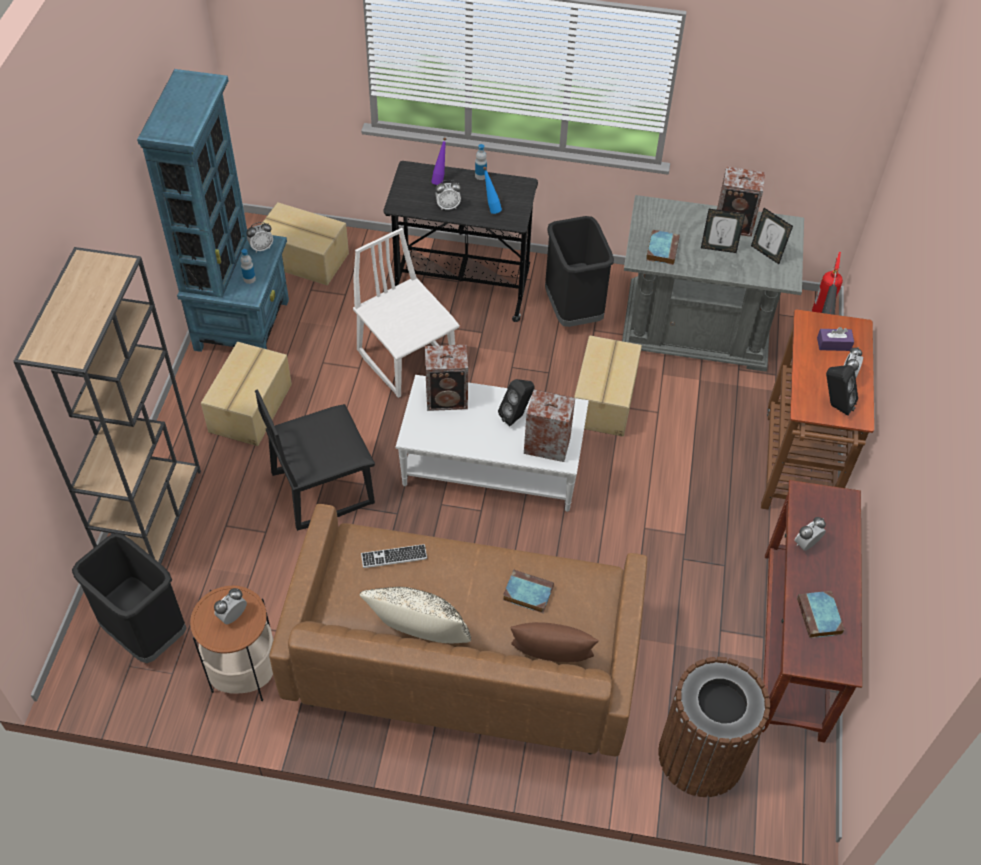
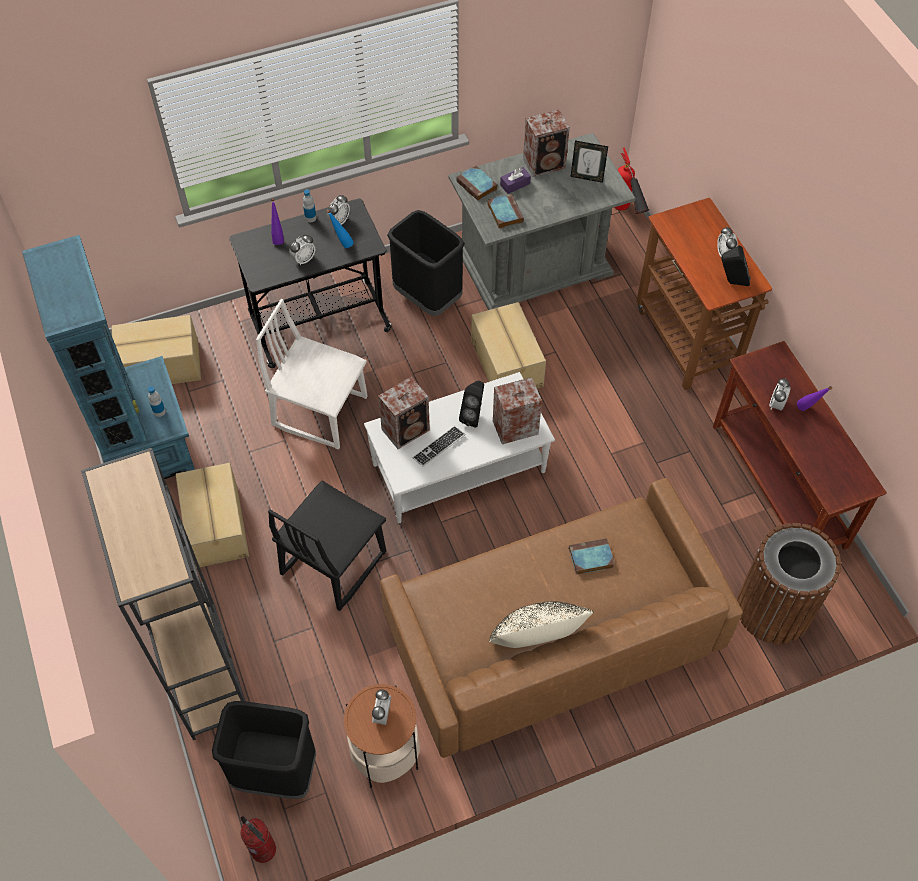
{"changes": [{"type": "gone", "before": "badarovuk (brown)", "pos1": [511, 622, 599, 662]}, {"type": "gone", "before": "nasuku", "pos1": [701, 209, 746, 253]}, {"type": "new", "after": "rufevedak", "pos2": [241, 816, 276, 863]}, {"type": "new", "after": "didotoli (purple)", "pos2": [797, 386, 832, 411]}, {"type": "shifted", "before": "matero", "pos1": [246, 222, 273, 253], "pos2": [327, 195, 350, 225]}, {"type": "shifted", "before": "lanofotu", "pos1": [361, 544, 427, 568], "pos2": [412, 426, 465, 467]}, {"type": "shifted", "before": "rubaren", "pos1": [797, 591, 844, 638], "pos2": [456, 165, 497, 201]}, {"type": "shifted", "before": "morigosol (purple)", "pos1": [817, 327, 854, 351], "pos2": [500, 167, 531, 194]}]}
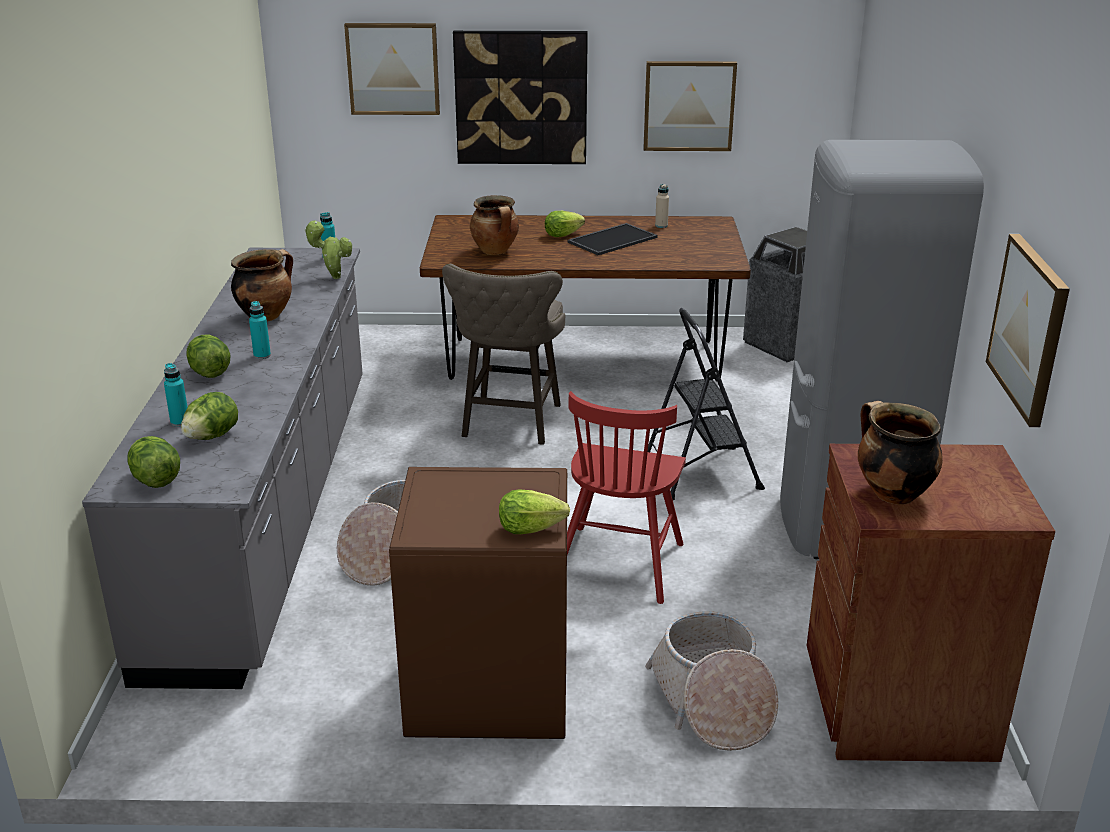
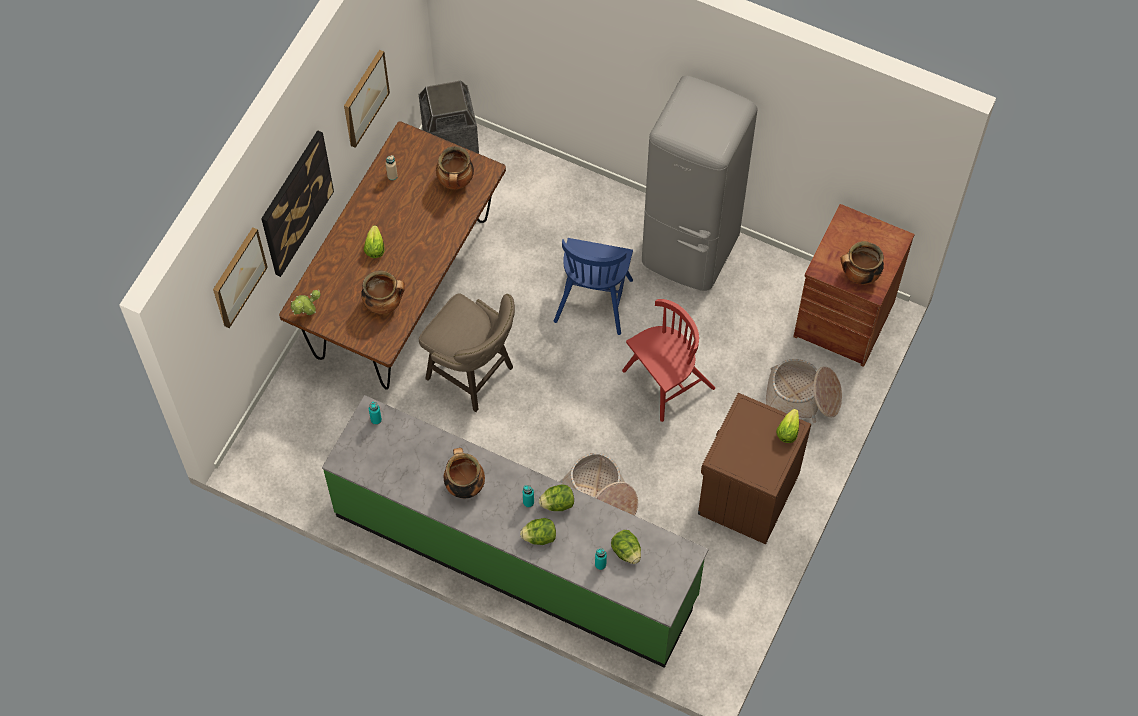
{"changes": [{"type": "gone", "before": "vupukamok", "pos1": [568, 223, 657, 255]}, {"type": "gone", "before": "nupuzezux", "pos1": [986, 234, 1070, 427]}, {"type": "new", "after": "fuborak", "pos2": [436, 146, 474, 190]}, {"type": "shifted", "before": "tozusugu", "pos1": [127, 436, 180, 488], "pos2": [539, 484, 574, 511]}, {"type": "shifted", "before": "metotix", "pos1": [304, 220, 352, 279], "pos2": [291, 290, 321, 315]}, {"type": "swapped", "before": "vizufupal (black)", "after": "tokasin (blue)", "pos1": [648, 308, 765, 500], "pos2": [554, 238, 633, 335]}, {"type": "repainted", "before": "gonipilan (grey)", "after": "gonipilan (green)", "pos1": [82, 248, 363, 689], "pos2": [322, 395, 709, 668]}, {"type": "rotated", "before": "tokasin (red)", "pos1": [567, 391, 686, 604], "pos2": [622, 299, 715, 422], "turn": -75}]}
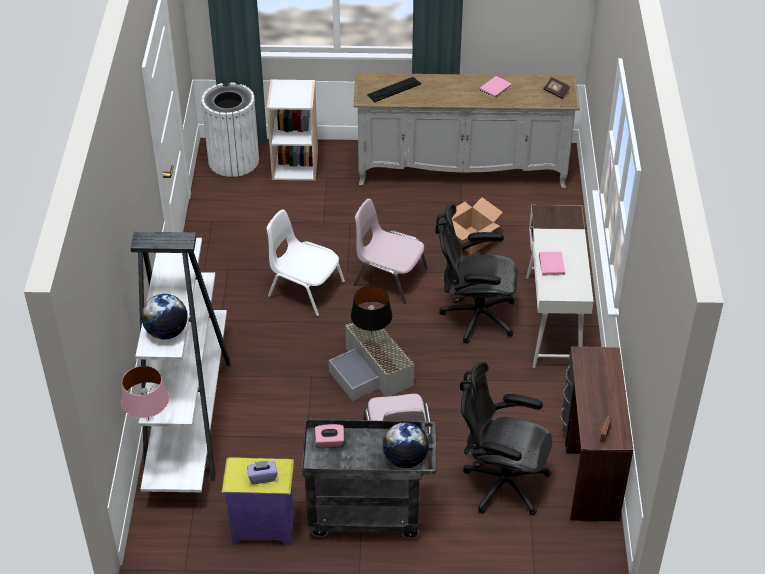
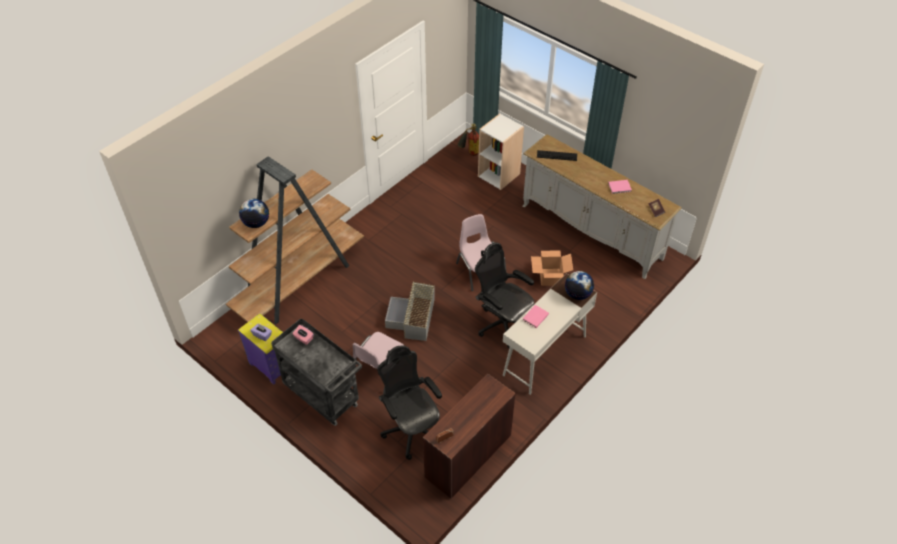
{"changes": [{"type": "gone", "before": "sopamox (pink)", "pos1": [121, 366, 169, 420]}, {"type": "gone", "before": "tokasin (white)", "pos1": [267, 210, 345, 317]}, {"type": "gone", "before": "sopamox (black)", "pos1": [351, 286, 392, 335]}, {"type": "shifted", "before": "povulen", "pos1": [383, 422, 429, 468], "pos2": [565, 271, 594, 300]}, {"type": "swapped", "before": "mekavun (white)", "after": "rufevedak", "pos1": [201, 82, 259, 177], "pos2": [457, 123, 479, 156]}, {"type": "repainted", "before": "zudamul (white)", "after": "zudamul (brown)", "pos1": [131, 232, 231, 492], "pos2": [226, 156, 364, 324]}]}
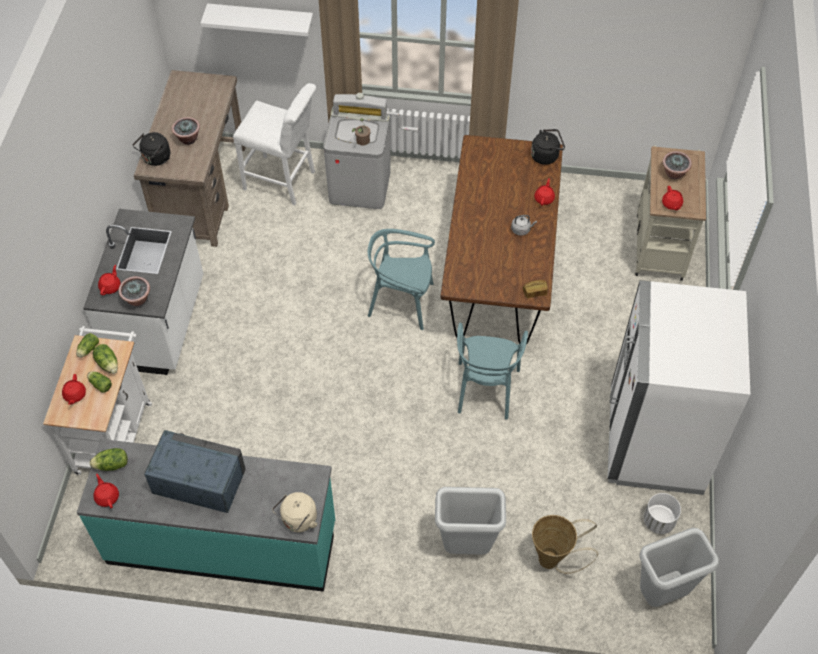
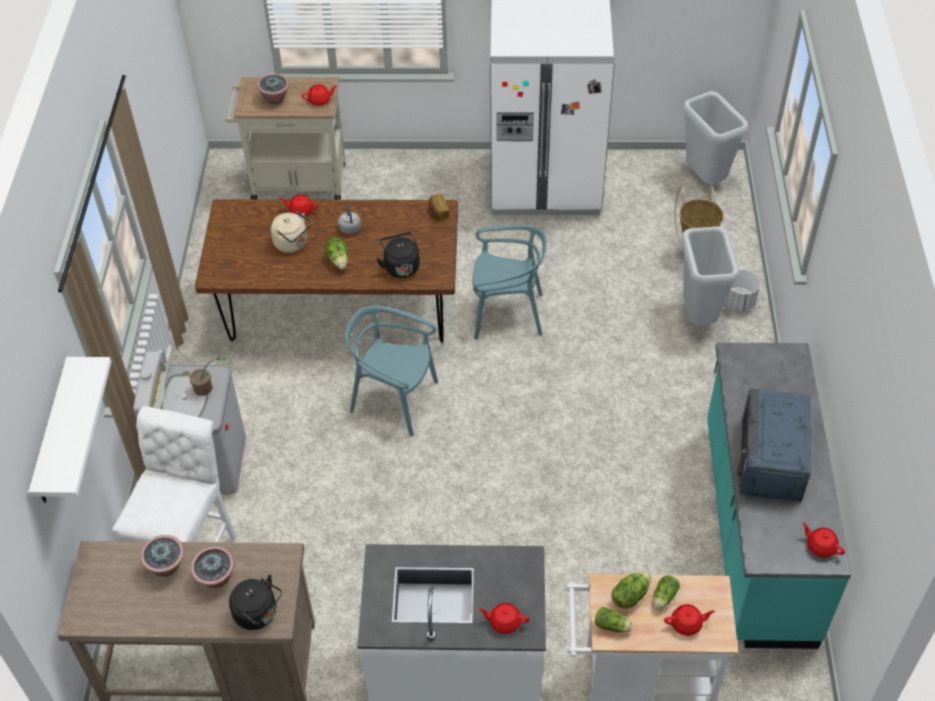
{"changes": [{"type": "shifted", "before": "tozusugu", "pos1": [89, 448, 128, 471], "pos2": [325, 237, 348, 269]}, {"type": "shifted", "before": "metotix", "pos1": [118, 276, 150, 306], "pos2": [140, 535, 184, 577]}, {"type": "shifted", "before": "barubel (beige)", "pos1": [272, 492, 318, 532], "pos2": [271, 212, 312, 253]}, {"type": "shifted", "before": "barubel (black)", "pos1": [531, 129, 565, 165], "pos2": [376, 232, 420, 278]}, {"type": "shifted", "before": "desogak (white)", "pos1": [644, 493, 681, 534], "pos2": [725, 269, 761, 312]}, {"type": "rotated", "before": "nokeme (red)", "pos1": [93, 474, 119, 508], "pos2": [802, 522, 845, 558], "turn": 75}, {"type": "rotated", "before": "tokasin (turquoise)", "pos1": [368, 229, 435, 330], "pos2": [346, 306, 438, 436], "turn": 105}]}
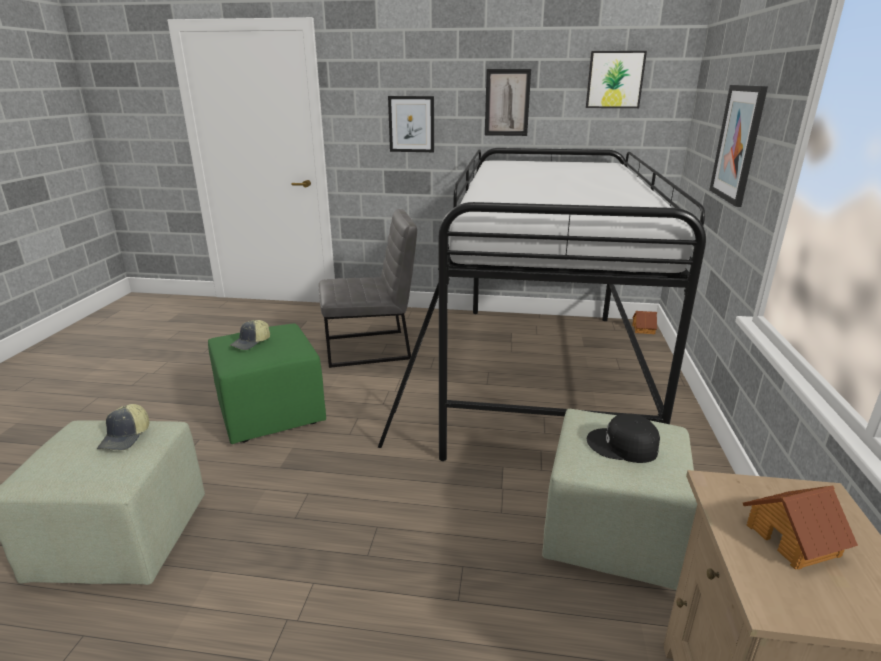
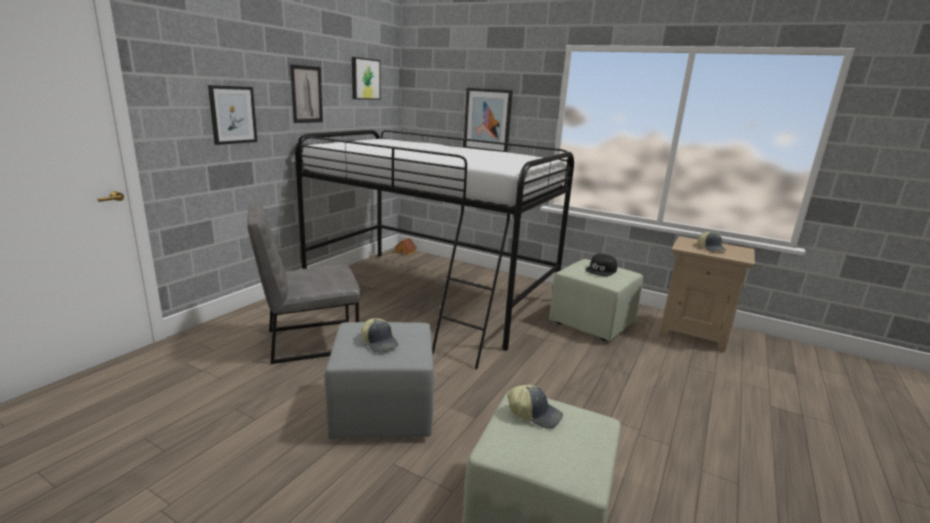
{"changes": [{"type": "swapped", "before": "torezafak", "after": "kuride", "pos1": [743, 485, 858, 570], "pos2": [698, 231, 727, 252]}, {"type": "repainted", "before": "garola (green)", "after": "garola (grey)", "pos1": [208, 323, 326, 444], "pos2": [325, 322, 434, 439]}, {"type": "rotated", "before": "tokasin (grey)", "pos1": [319, 209, 417, 368], "pos2": [247, 203, 361, 364], "turn": -120}]}
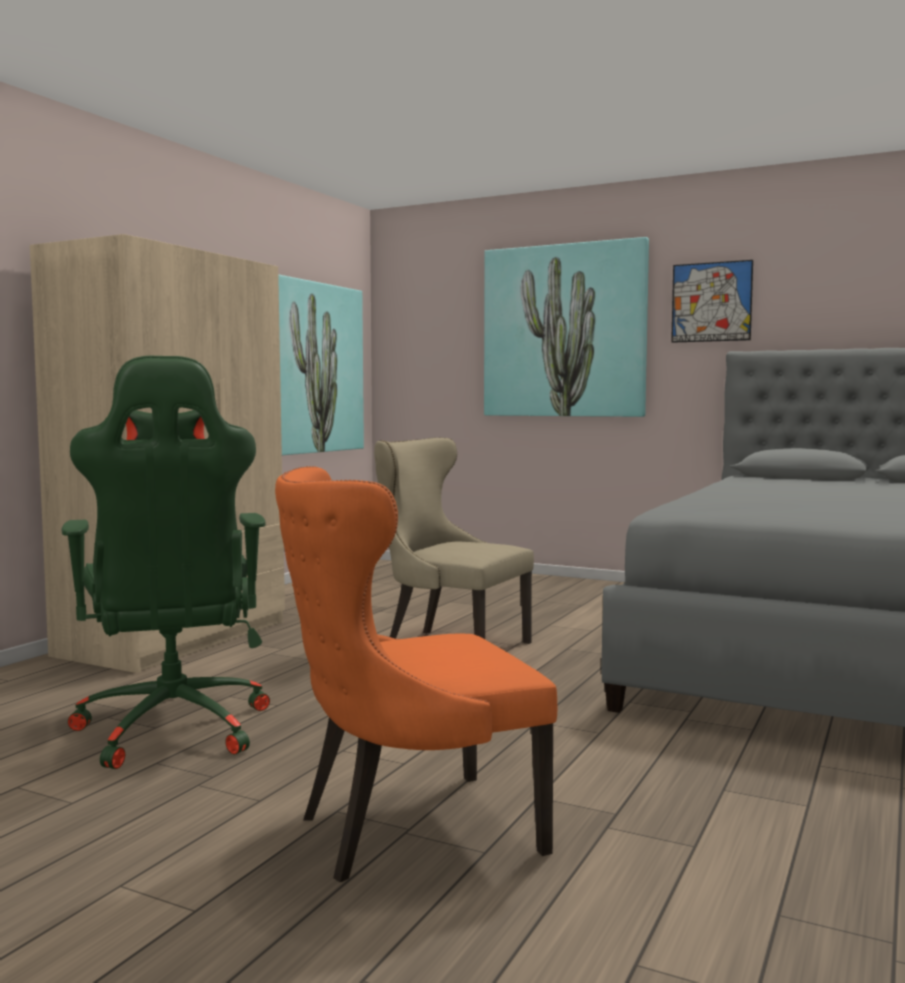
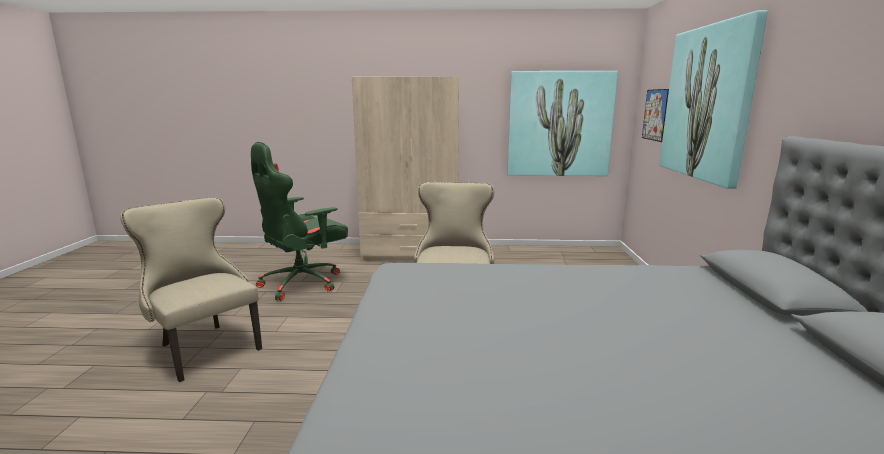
{"changes": [{"type": "shifted", "before": "nupuzezux", "pos1": [671, 260, 753, 343], "pos2": [642, 89, 669, 142]}, {"type": "repainted", "before": "tokasin (orange)", "after": "tokasin (beige)", "pos1": [275, 466, 557, 882], "pos2": [120, 197, 262, 382]}]}
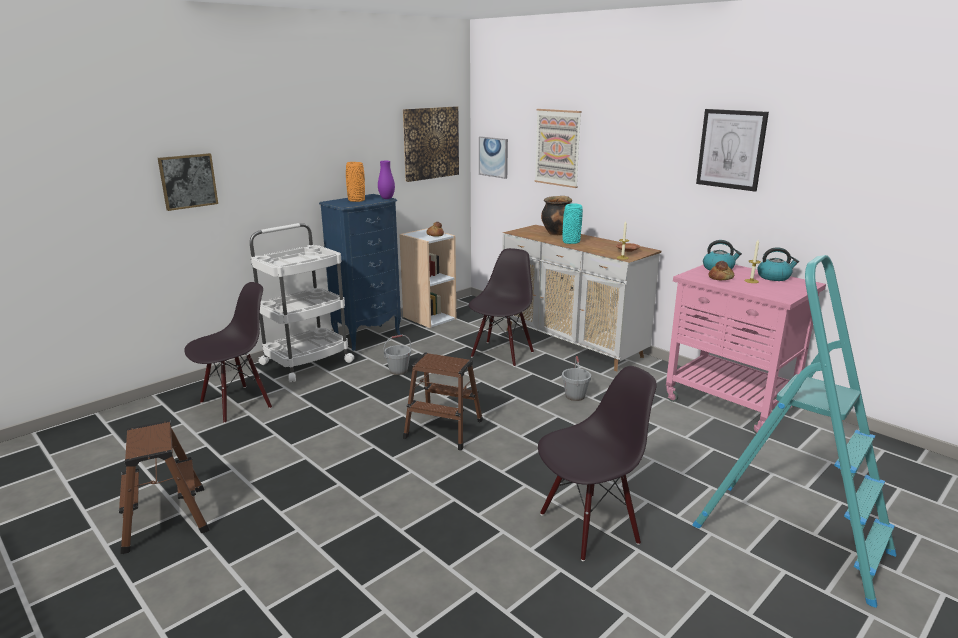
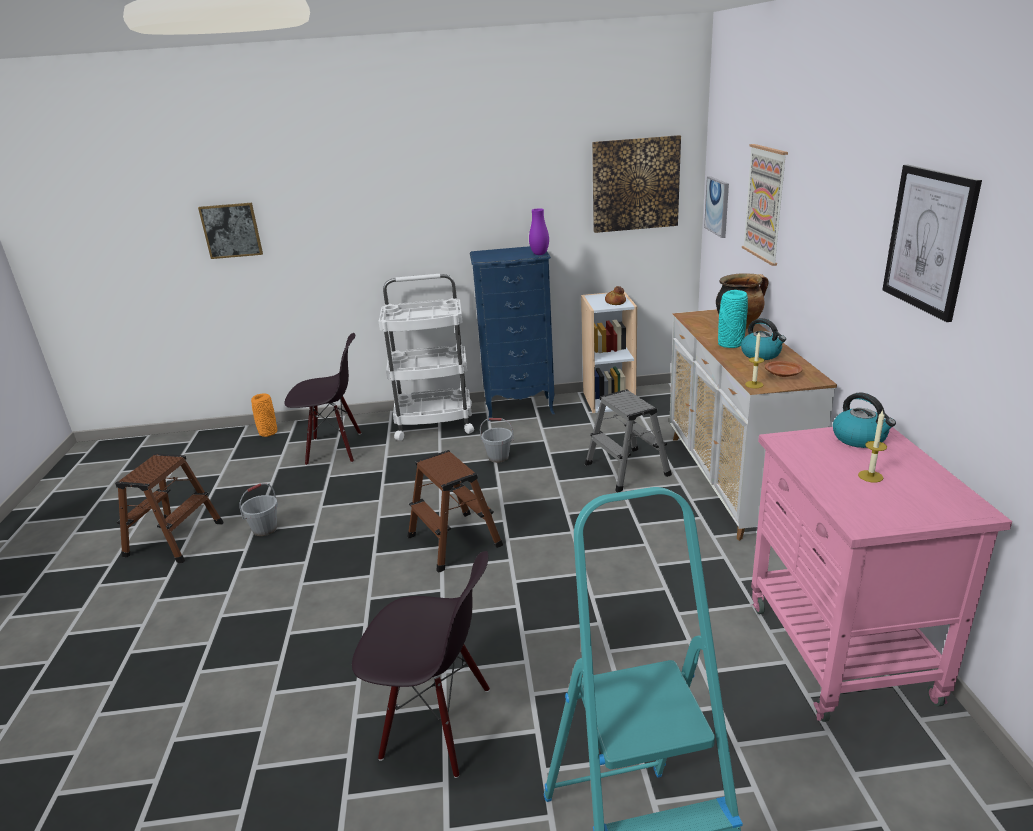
{"changes": [{"type": "gone", "before": "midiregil", "pos1": [709, 261, 734, 280]}, {"type": "shifted", "before": "nupuzezux", "pos1": [158, 153, 218, 211], "pos2": [198, 203, 263, 259]}, {"type": "shifted", "before": "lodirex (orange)", "pos1": [346, 162, 365, 202], "pos2": [251, 393, 277, 437]}, {"type": "shifted", "before": "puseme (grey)", "pos1": [562, 356, 591, 401], "pos2": [239, 483, 278, 536]}, {"type": "shifted", "before": "barubel", "pos1": [757, 247, 799, 281], "pos2": [741, 318, 786, 360]}, {"type": "swapped", "before": "tokasin (black)", "after": "vizufupal (grey)", "pos1": [469, 248, 534, 367], "pos2": [585, 389, 672, 493]}]}
